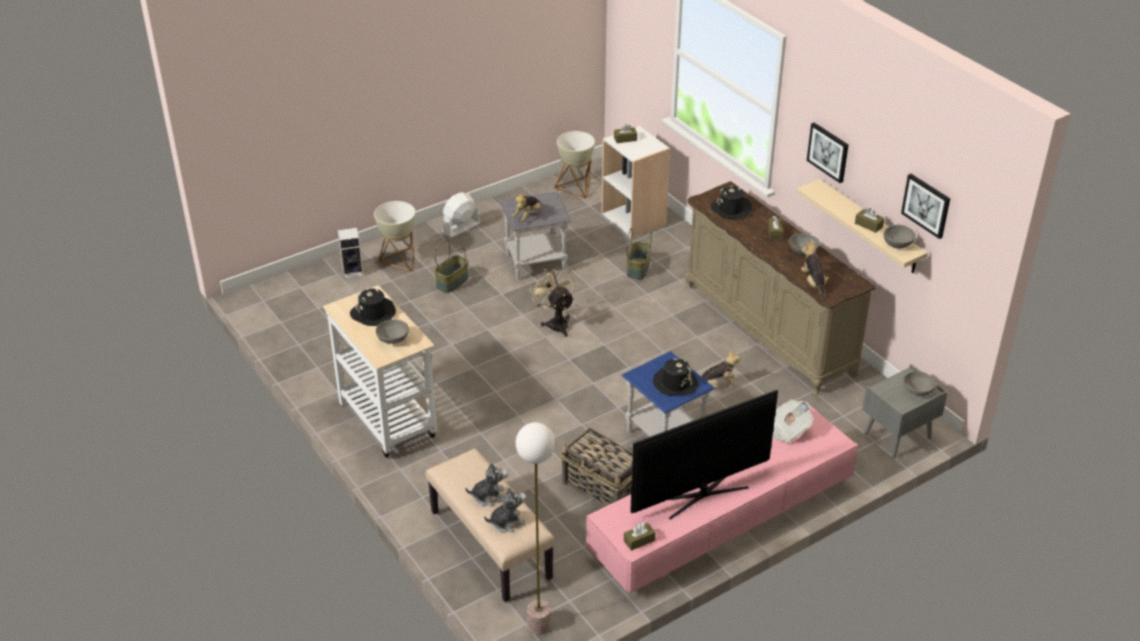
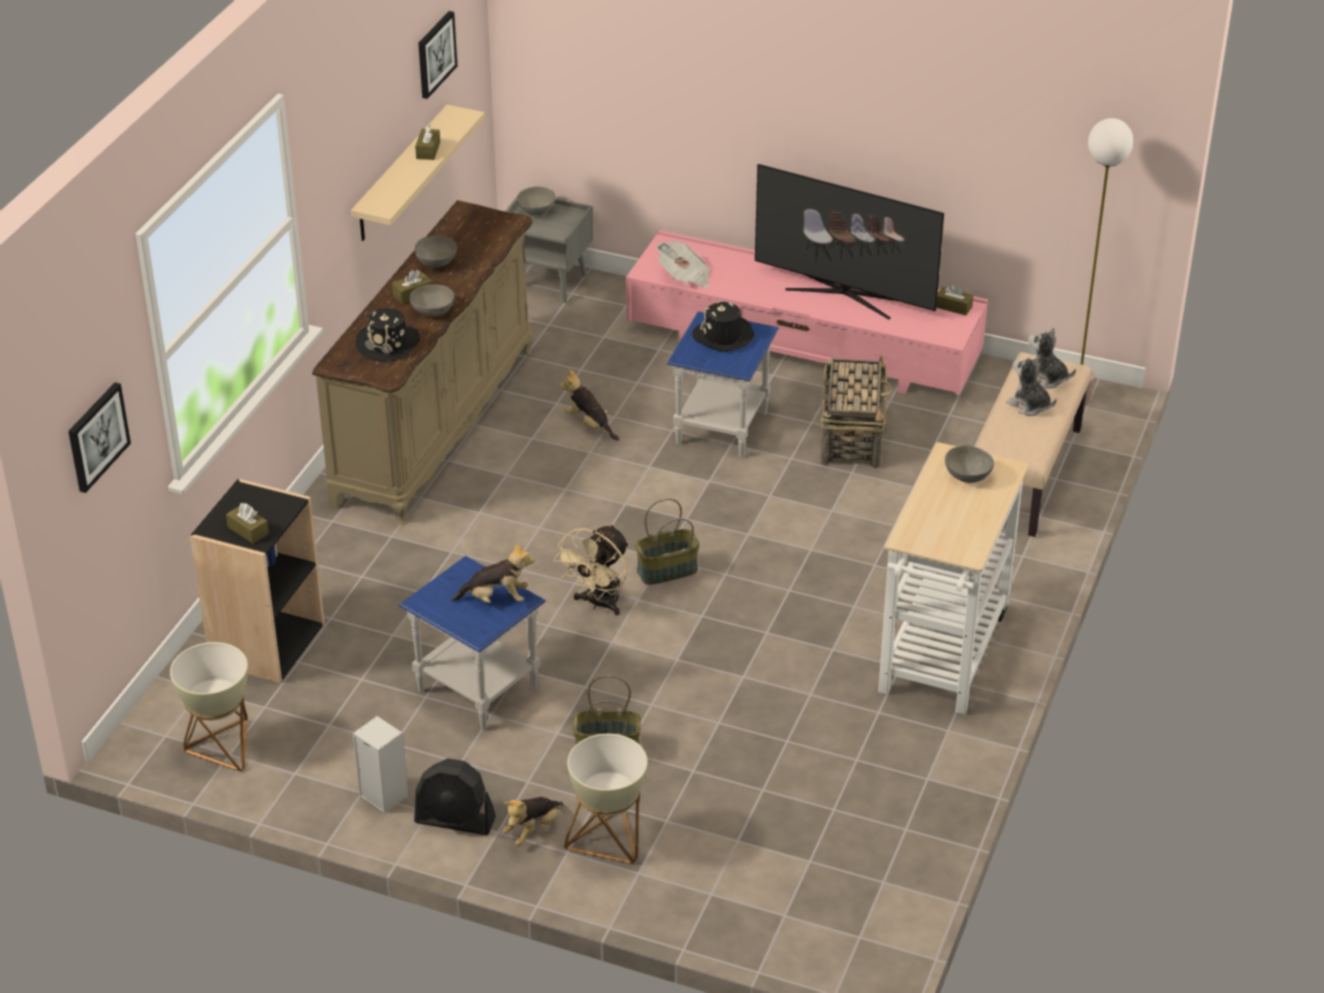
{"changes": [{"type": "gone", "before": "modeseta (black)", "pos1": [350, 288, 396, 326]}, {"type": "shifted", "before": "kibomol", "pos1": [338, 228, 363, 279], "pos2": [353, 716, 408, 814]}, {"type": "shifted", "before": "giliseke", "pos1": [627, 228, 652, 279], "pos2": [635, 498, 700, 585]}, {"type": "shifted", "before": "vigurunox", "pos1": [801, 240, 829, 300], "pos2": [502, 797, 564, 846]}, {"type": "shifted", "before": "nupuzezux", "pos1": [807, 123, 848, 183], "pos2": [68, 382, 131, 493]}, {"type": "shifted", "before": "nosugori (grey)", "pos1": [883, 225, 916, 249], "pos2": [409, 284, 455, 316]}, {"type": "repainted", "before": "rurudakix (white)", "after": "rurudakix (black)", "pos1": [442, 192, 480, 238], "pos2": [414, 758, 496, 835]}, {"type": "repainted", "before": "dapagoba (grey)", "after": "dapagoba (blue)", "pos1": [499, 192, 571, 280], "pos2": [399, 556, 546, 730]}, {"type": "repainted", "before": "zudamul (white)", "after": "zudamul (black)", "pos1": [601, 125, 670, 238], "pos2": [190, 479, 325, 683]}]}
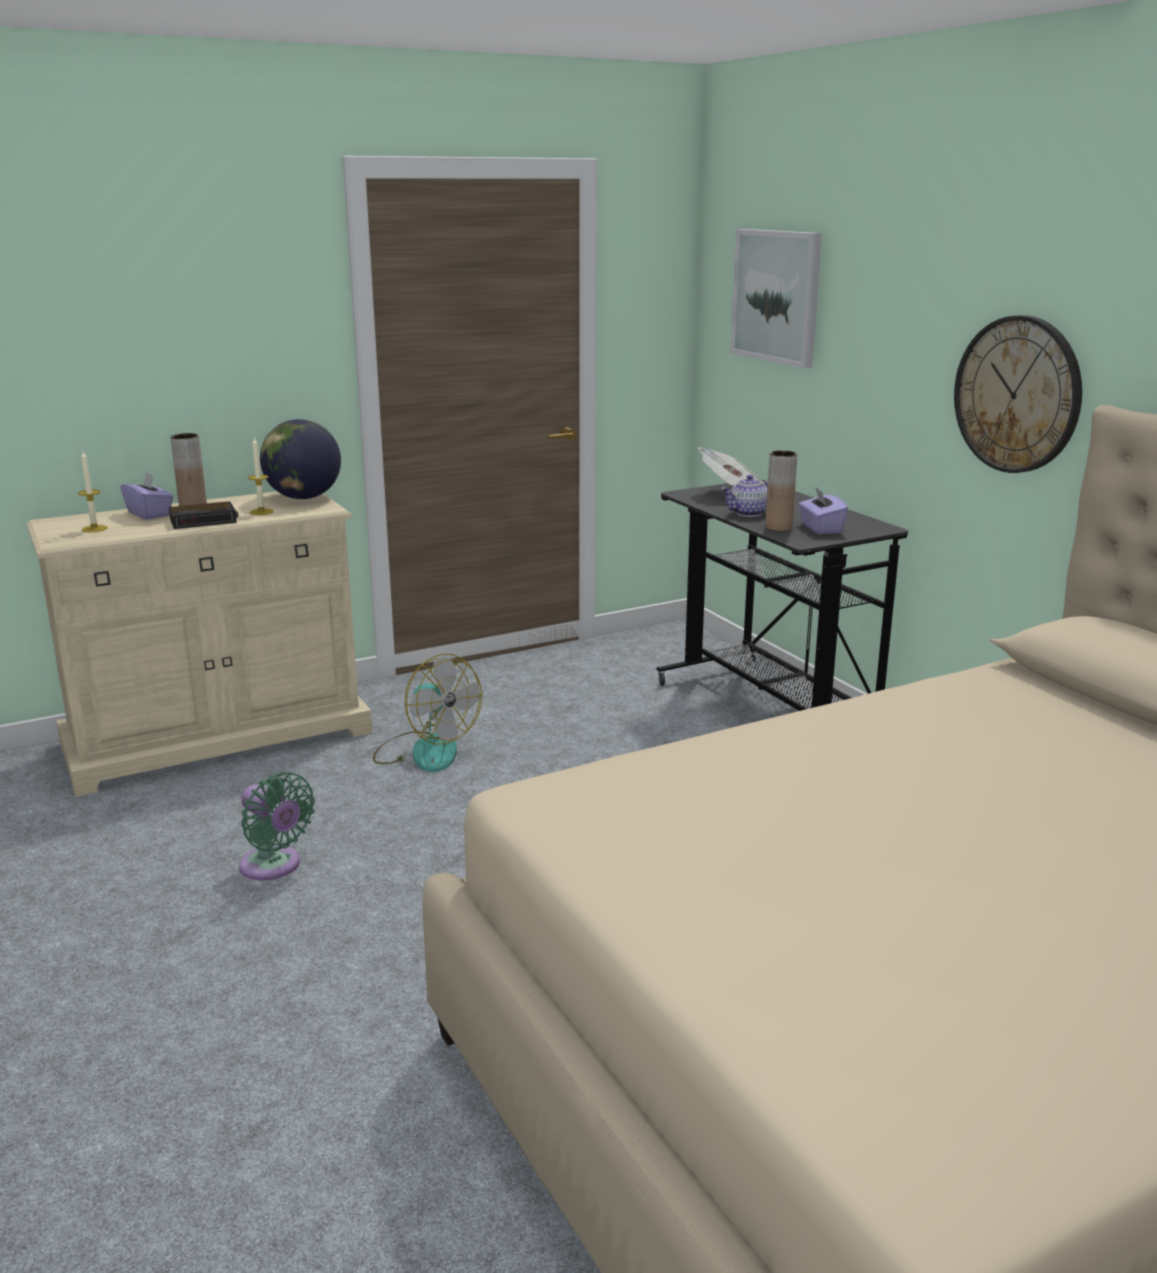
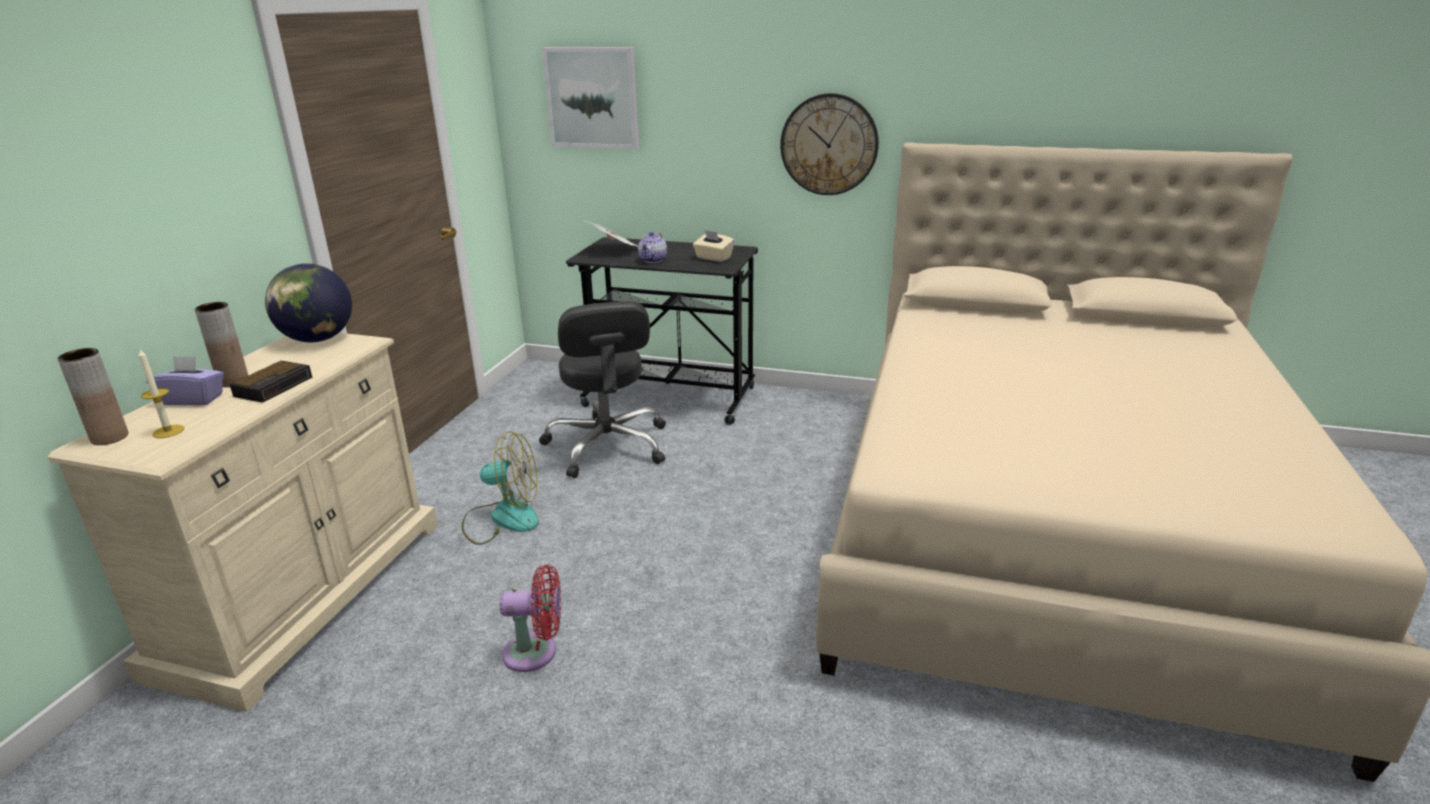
{"changes": [{"type": "gone", "before": "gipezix", "pos1": [248, 438, 274, 515]}, {"type": "new", "after": "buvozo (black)", "pos2": [539, 301, 666, 478]}, {"type": "shifted", "before": "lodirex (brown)", "pos1": [765, 450, 797, 531], "pos2": [58, 348, 129, 445]}, {"type": "repainted", "before": "rurudakix (green)", "after": "rurudakix (red)", "pos1": [239, 772, 315, 880], "pos2": [500, 565, 561, 672]}, {"type": "repainted", "before": "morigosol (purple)", "after": "morigosol (beige)", "pos1": [798, 488, 848, 534], "pos2": [693, 230, 734, 262]}]}
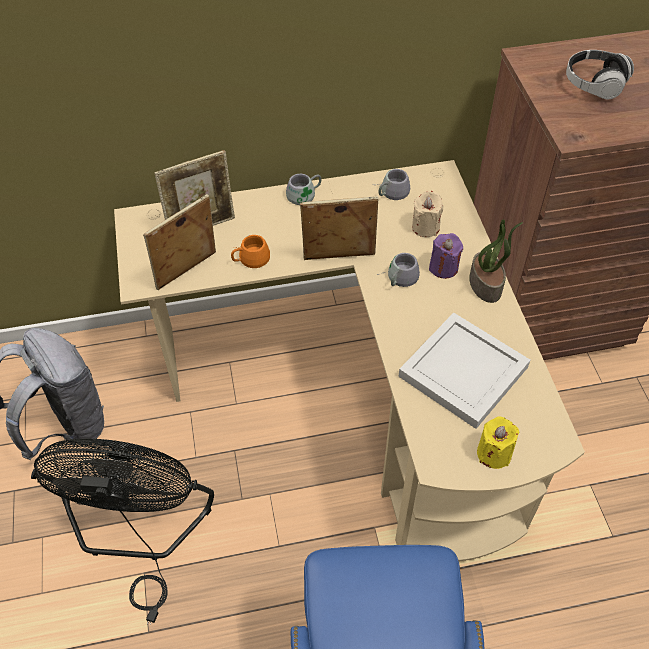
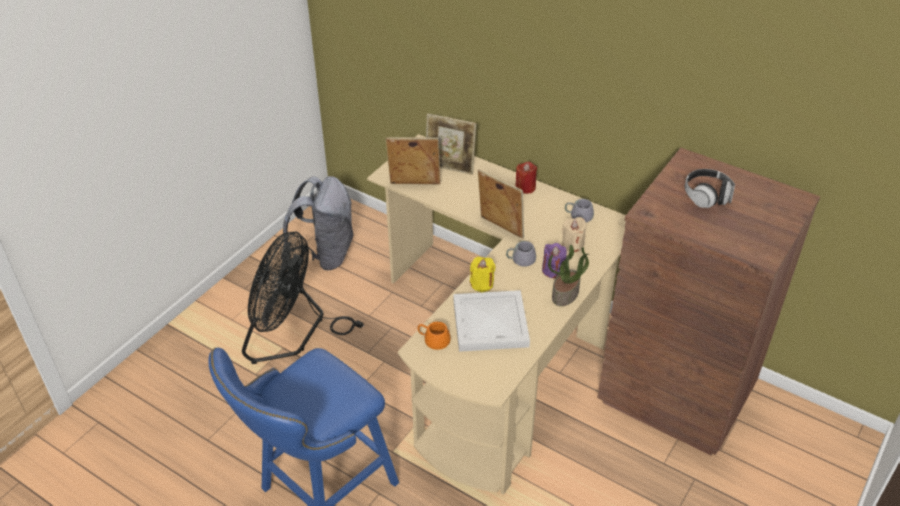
{"changes": [{"type": "shifted", "before": "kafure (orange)", "pos1": [231, 235, 270, 268], "pos2": [418, 321, 451, 350]}, {"type": "shifted", "before": "gipezix (yellow)", "pos1": [477, 416, 520, 469], "pos2": [470, 257, 496, 292]}, {"type": "swapped", "before": "kafure (grey)", "after": "gipezix (red)", "pos1": [286, 174, 321, 205], "pos2": [515, 161, 537, 194]}, {"type": "rotated", "before": "rurudakix (black)", "pos1": [31, 439, 214, 624], "pos2": [242, 232, 364, 364], "turn": -120}]}
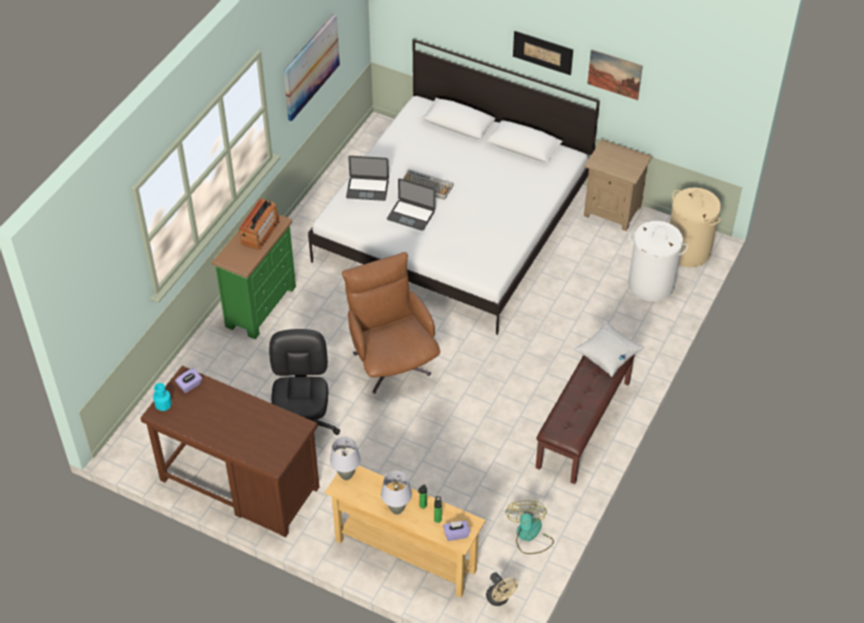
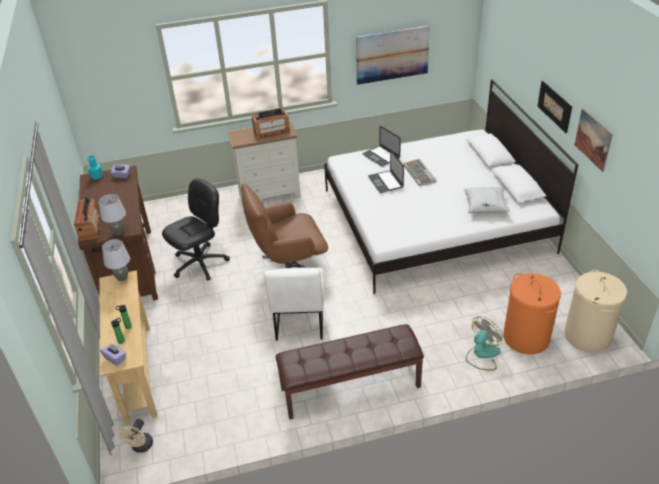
{"changes": [{"type": "gone", "before": "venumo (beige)", "pos1": [584, 139, 652, 231]}, {"type": "new", "after": "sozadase", "pos2": [74, 197, 102, 241]}, {"type": "new", "after": "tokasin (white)", "pos2": [264, 267, 324, 341]}, {"type": "shifted", "before": "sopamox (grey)", "pos1": [381, 471, 412, 515], "pos2": [99, 194, 126, 236]}, {"type": "shifted", "before": "rurudakix", "pos1": [505, 501, 554, 554], "pos2": [466, 316, 503, 371]}, {"type": "shifted", "before": "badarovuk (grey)", "pos1": [574, 321, 644, 377], "pos2": [464, 187, 510, 213]}, {"type": "repainted", "before": "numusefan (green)", "after": "numusefan (white)", "pos1": [212, 214, 296, 340], "pos2": [228, 121, 301, 205]}, {"type": "repainted", "before": "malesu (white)", "after": "malesu (orange)", "pos1": [628, 221, 688, 302], "pos2": [503, 273, 561, 354]}, {"type": "rotated", "before": "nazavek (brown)", "pos1": [342, 252, 440, 394], "pos2": [241, 183, 328, 268], "turn": -135}]}
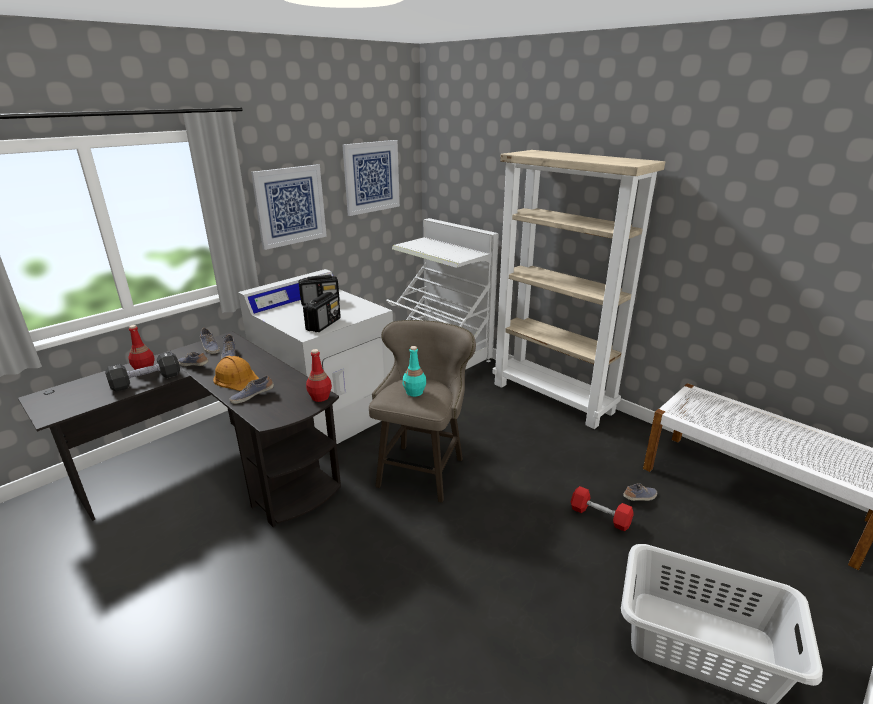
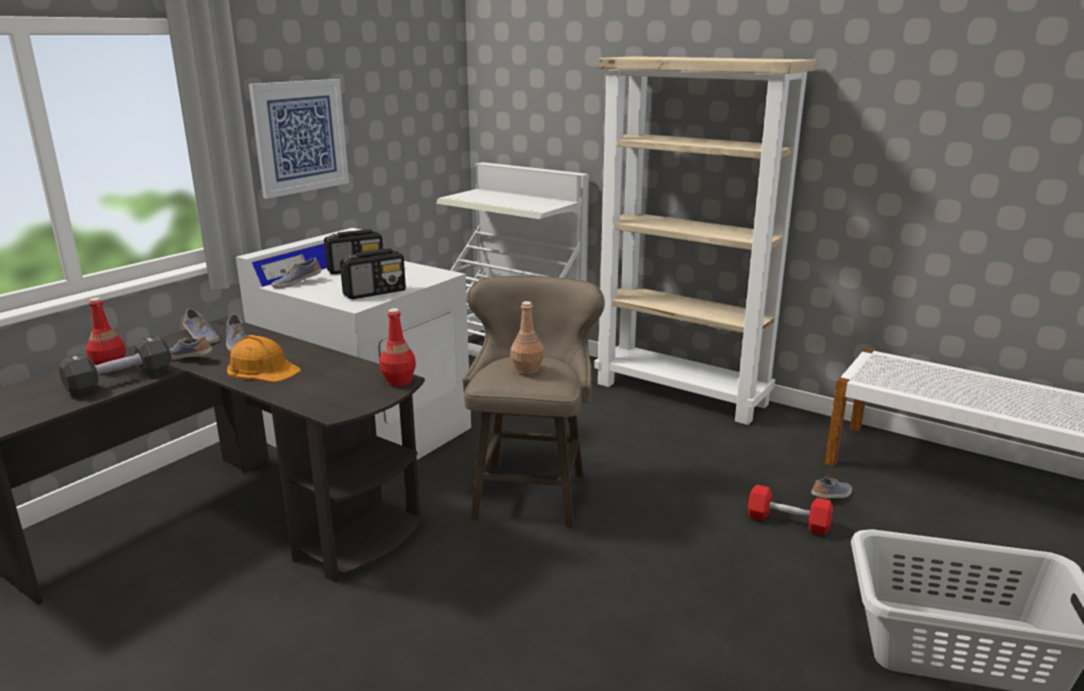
{"changes": [{"type": "gone", "before": "nupuzezux", "pos1": [342, 140, 400, 216]}, {"type": "shifted", "before": "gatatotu", "pos1": [229, 375, 274, 404], "pos2": [272, 257, 321, 288]}, {"type": "repainted", "before": "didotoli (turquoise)", "after": "didotoli (brown)", "pos1": [403, 346, 426, 397], "pos2": [511, 301, 544, 374]}, {"type": "rotated", "before": "sozadase", "pos1": [303, 292, 341, 332], "pos2": [340, 248, 406, 299], "turn": 45}]}
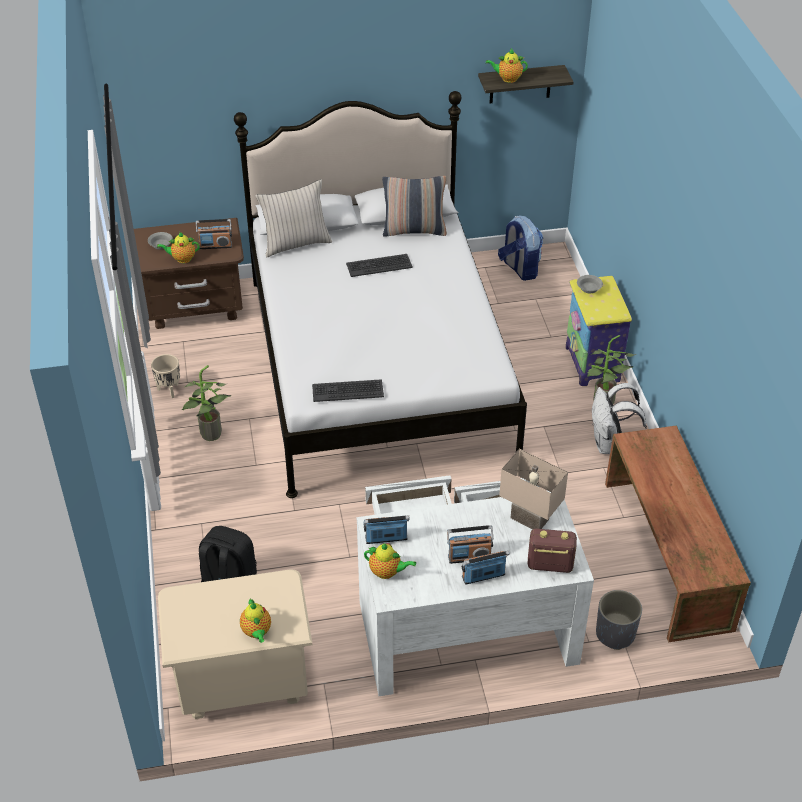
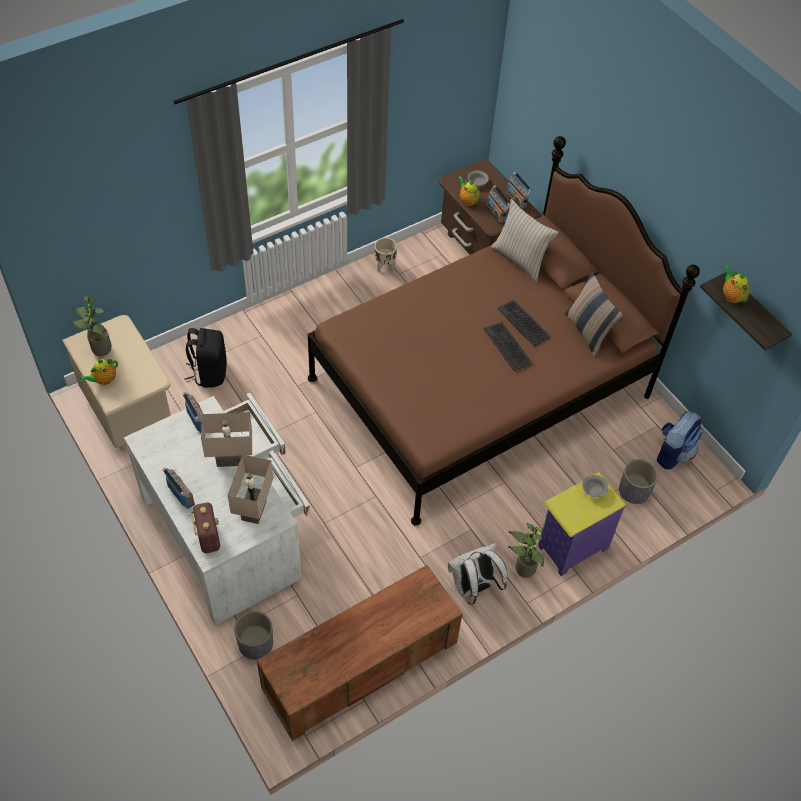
{"changes": [{"type": "gone", "before": "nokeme", "pos1": [364, 543, 416, 579]}, {"type": "new", "after": "sopamox (beige)", "pos2": [201, 412, 252, 467]}, {"type": "new", "after": "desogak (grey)", "pos2": [619, 459, 658, 504]}, {"type": "shifted", "before": "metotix", "pos1": [181, 365, 231, 441], "pos2": [70, 295, 111, 356]}, {"type": "shifted", "before": "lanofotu", "pos1": [312, 379, 384, 402], "pos2": [484, 322, 533, 371]}, {"type": "shifted", "before": "sozadase", "pos1": [447, 525, 494, 564], "pos2": [506, 172, 532, 210]}, {"type": "repainted", "before": "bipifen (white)", "after": "bipifen (brown)", "pos1": [234, 91, 527, 498], "pos2": [308, 136, 700, 526]}]}
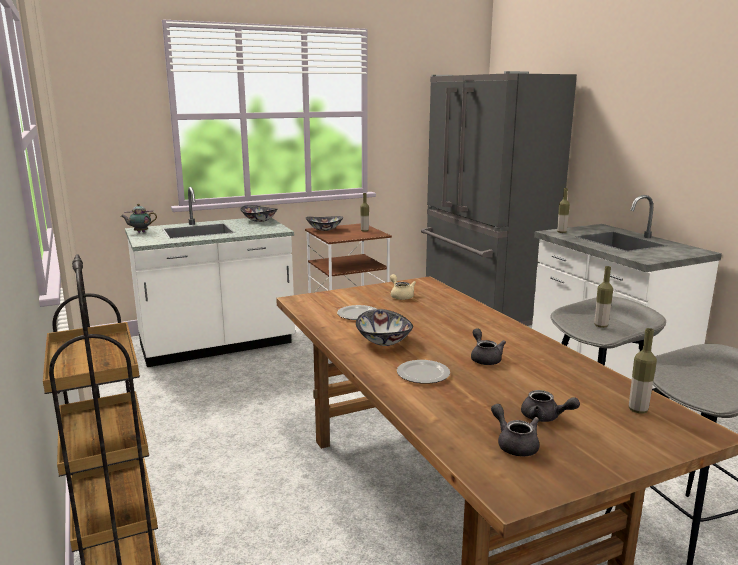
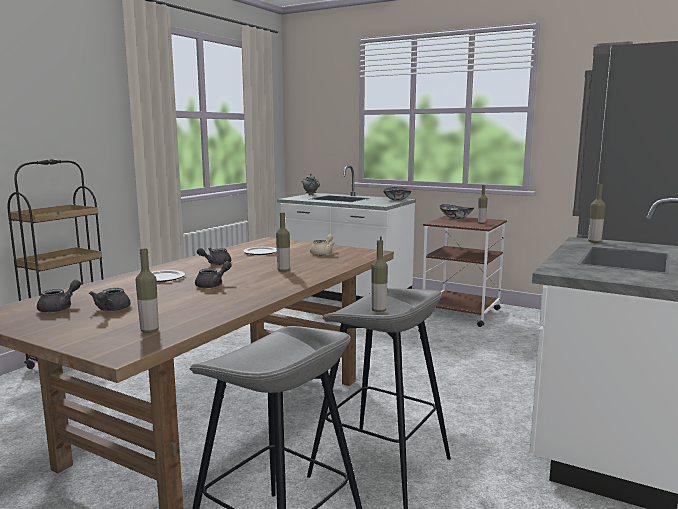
{"changes": [{"type": "new", "after": "didotoli", "pos2": [276, 213, 290, 272]}, {"type": "swapped", "before": "nosugori", "after": "nokeme (grey)", "pos1": [356, 309, 413, 346], "pos2": [197, 248, 231, 265]}]}
